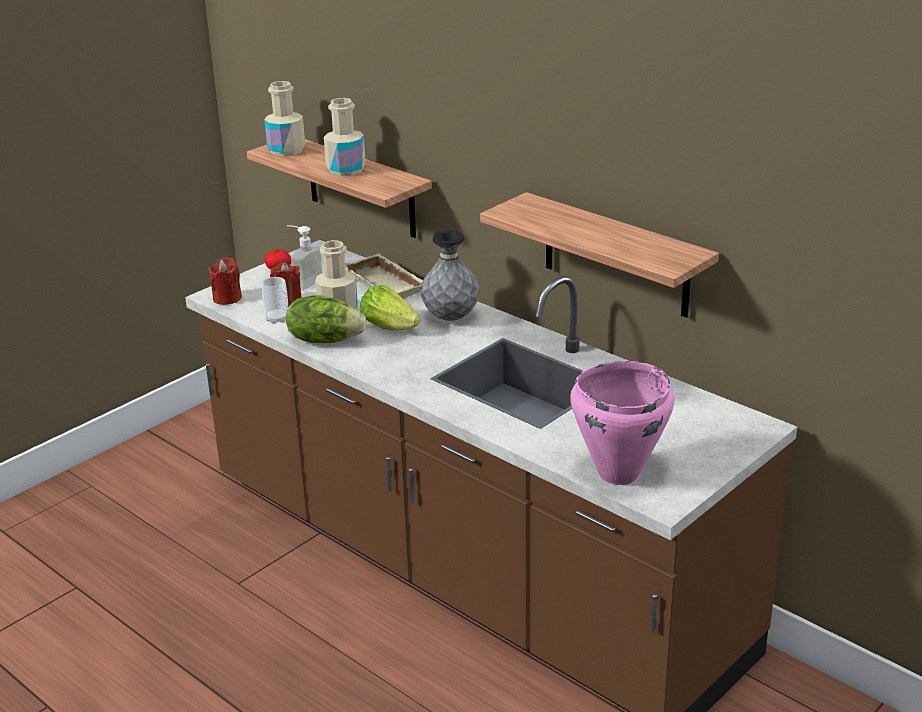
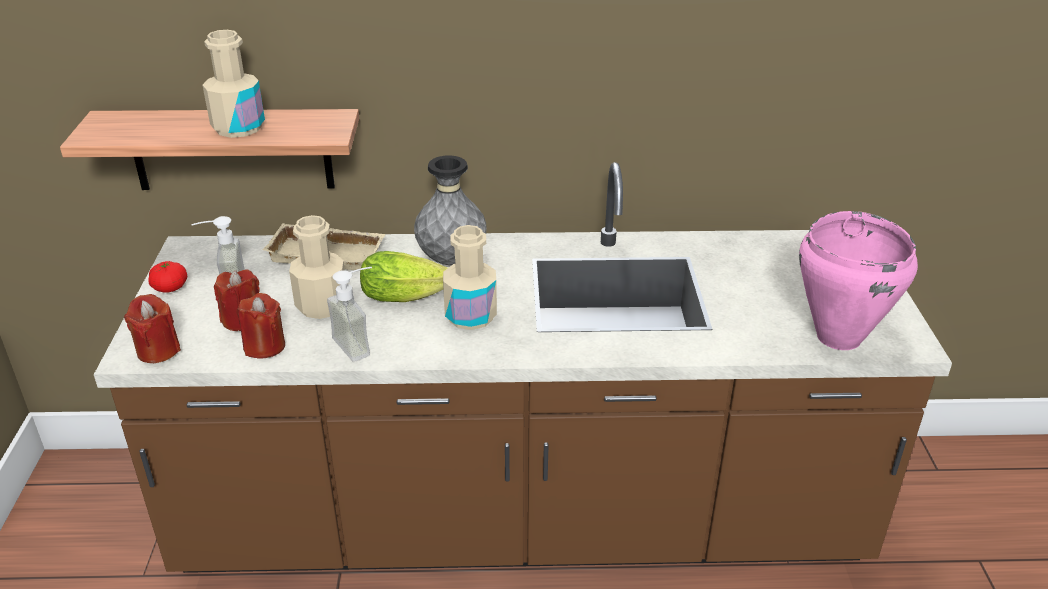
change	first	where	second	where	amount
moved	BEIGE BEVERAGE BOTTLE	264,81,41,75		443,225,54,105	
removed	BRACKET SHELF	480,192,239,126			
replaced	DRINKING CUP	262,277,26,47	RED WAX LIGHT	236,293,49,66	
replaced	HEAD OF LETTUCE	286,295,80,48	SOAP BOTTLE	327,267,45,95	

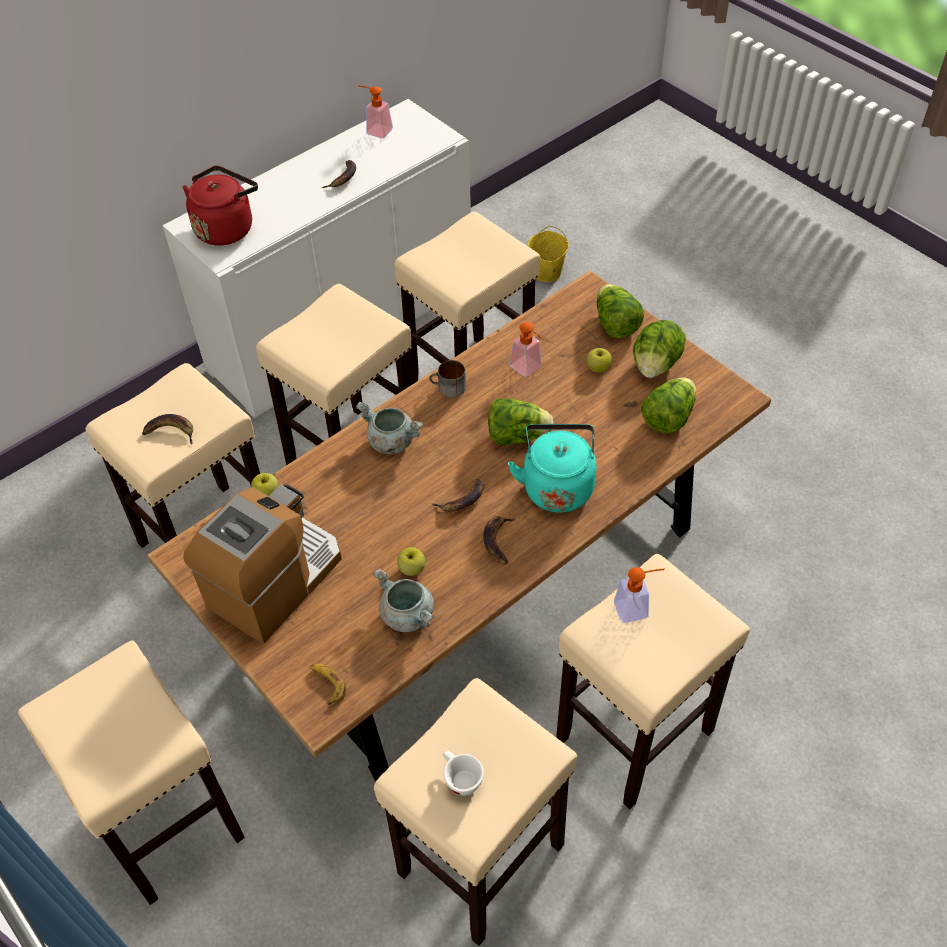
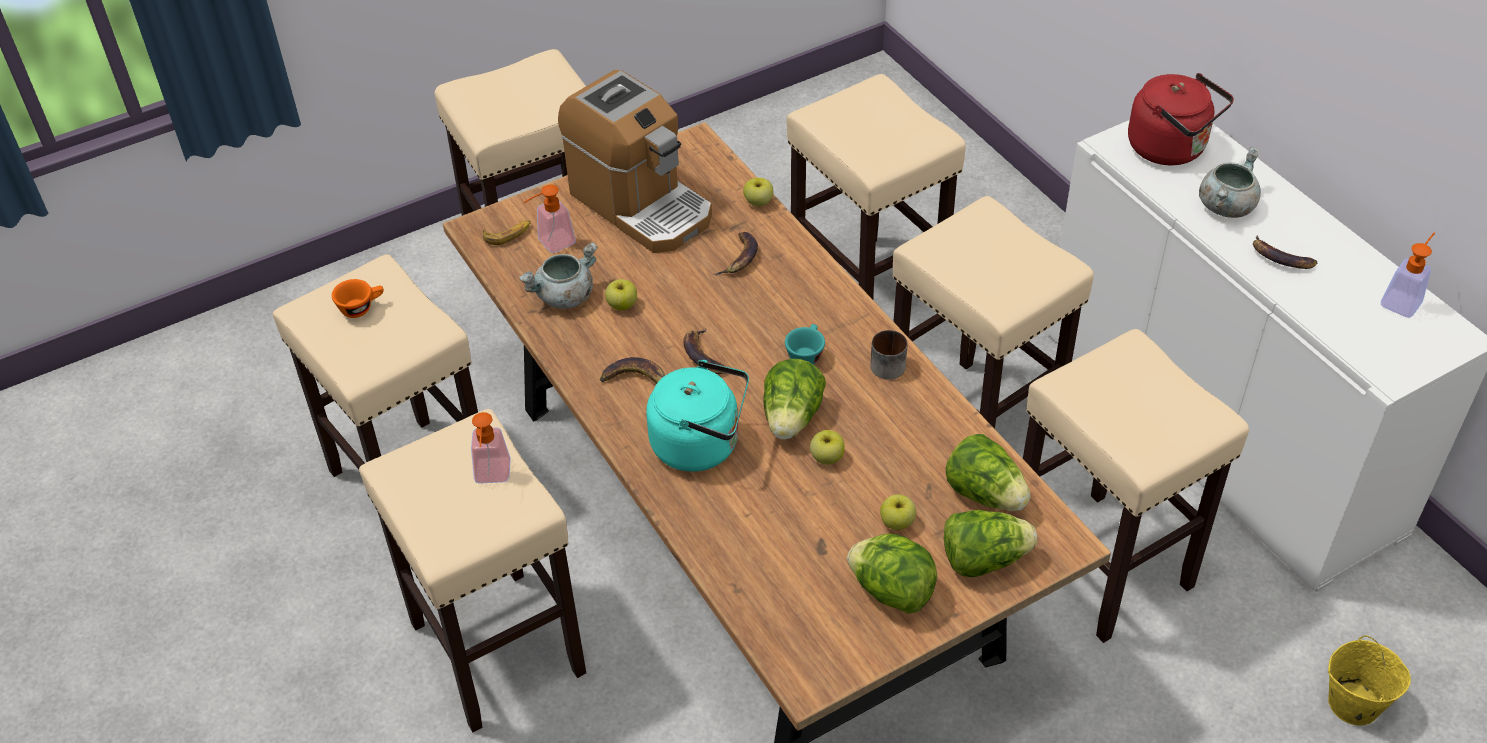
change	first	where	second	where	amount
moved	SOAP BOTTLE	510,322,34,55		524,185,52,68	
moved	HEAD OF LETTUCE	641,378,55,55		946,434,84,77	
moved	GREY SAUCEPOT	356,402,67,52		1199,146,62,72	
moved	BANANA	142,414,51,30		714,232,44,43	
recoloured	WHITE-COLOURED DRINKING CUP	443,751,41,45	ORANGE DRINKING CUP	332,279,52,39	
added			TURQUOISE-COLOURED DRINKING CUP	785,324,40,41	
added			APPLE FRUIT	810,430,35,35	

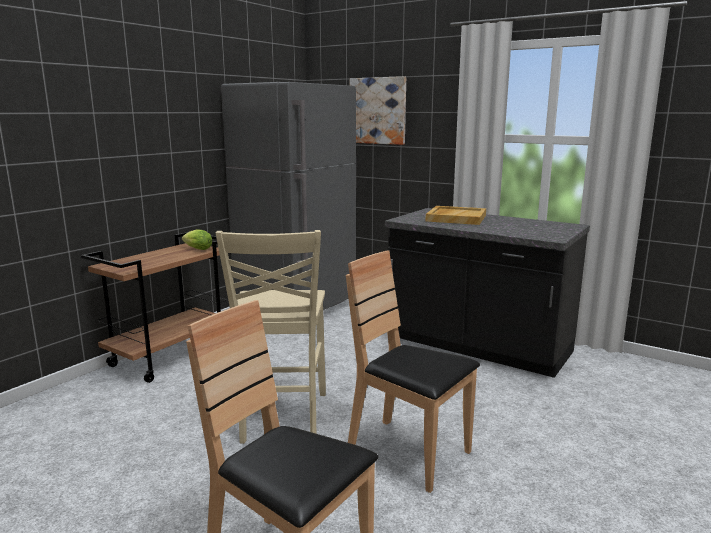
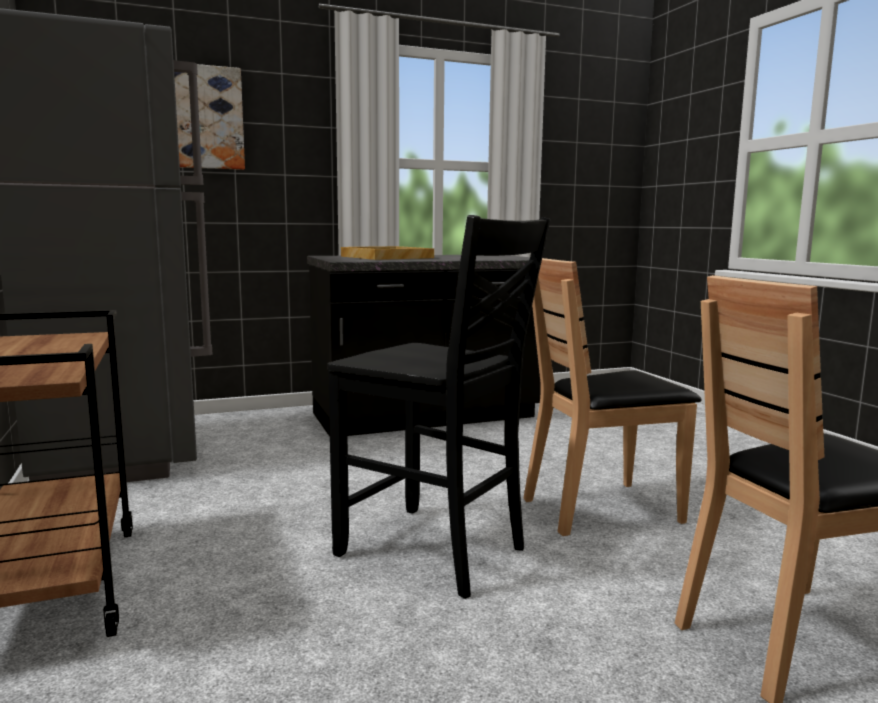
change	first	where	second	where	amount
removed	HEAD OF LETTUCE	182,229,30,21			
recoloured	BEIGE CHAIR	216,230,110,214	BLACKISH CHAIR	327,215,223,384	

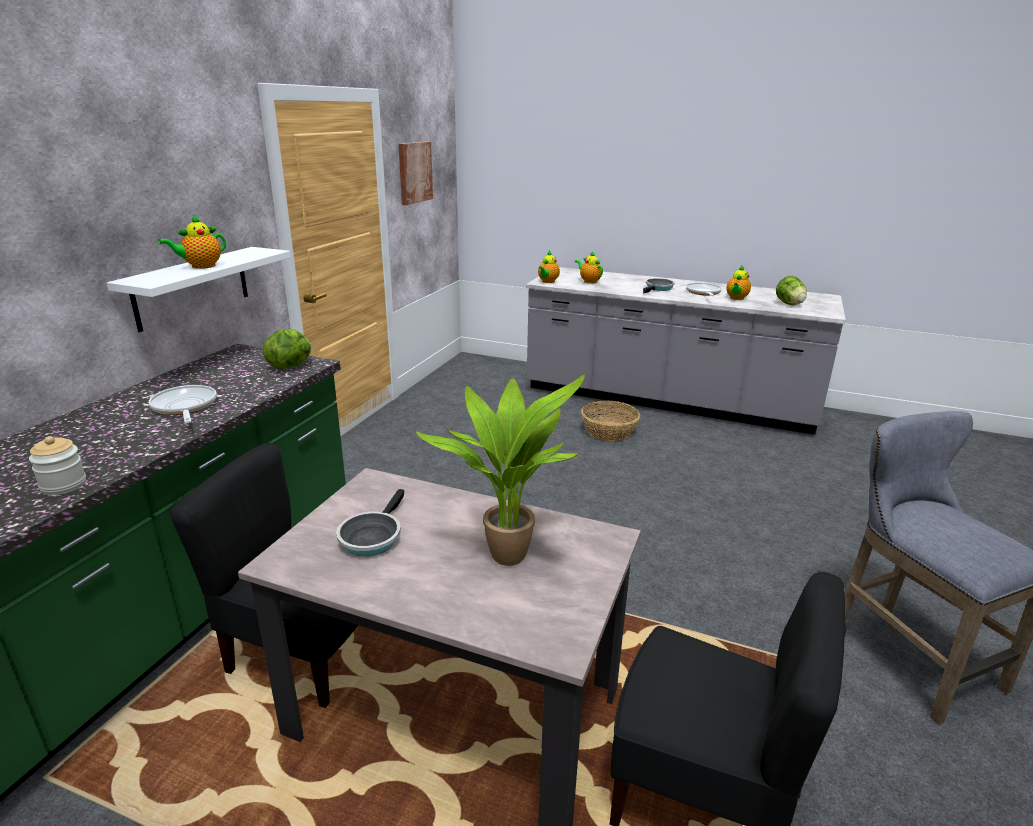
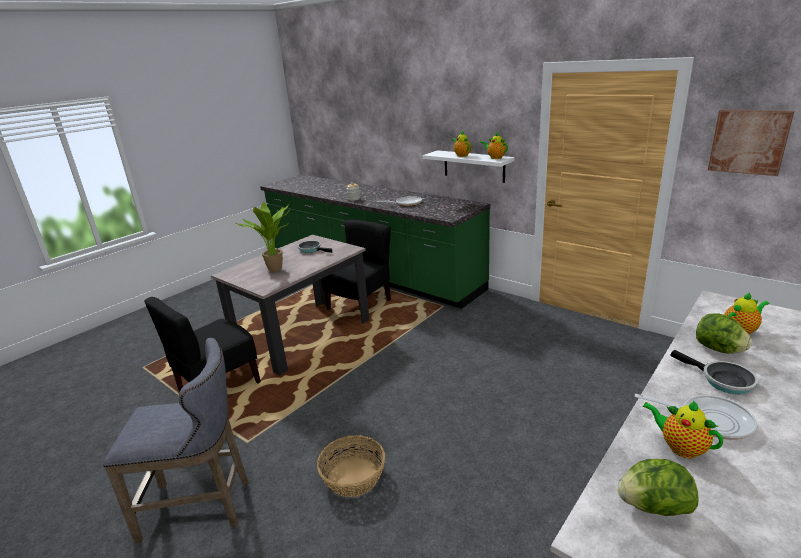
change	first	where	second	where	amount
moved	TEA POT	538,251,22,32		480,132,28,27	
moved	HEAD OF LETTUCE	263,329,48,40		696,314,56,40	
moved	BASKET	581,401,59,40		317,435,68,62	

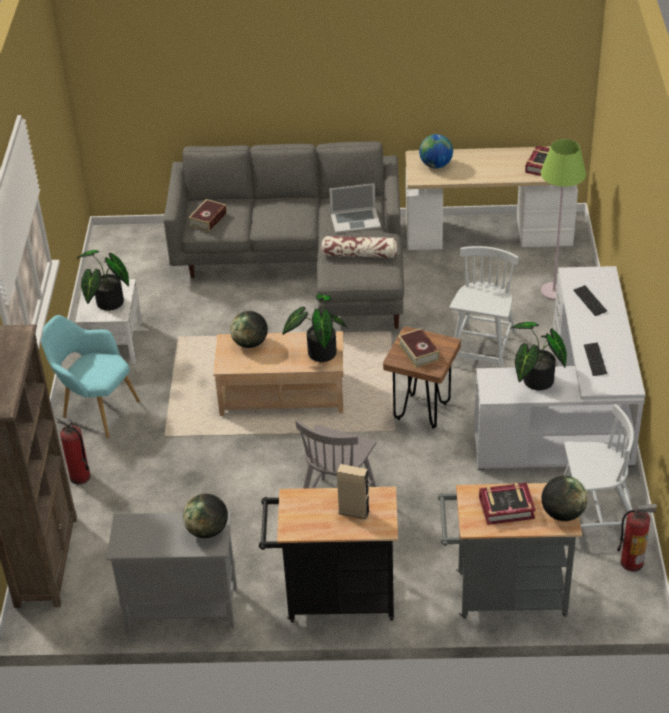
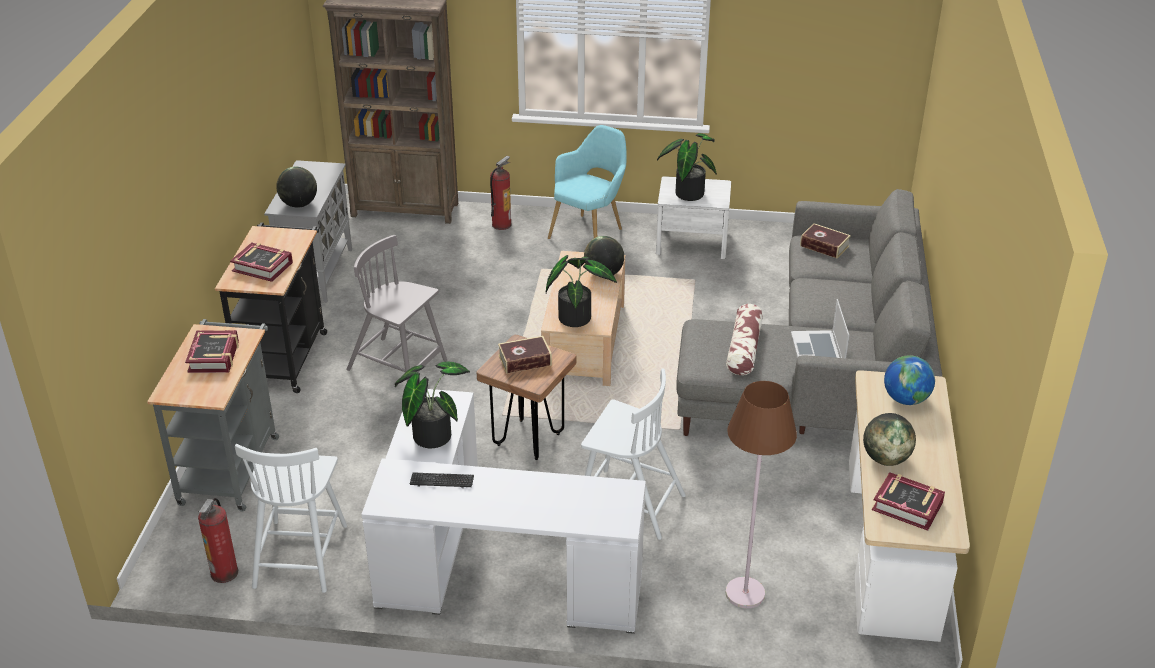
change	first	where	second	where	amount
recoloured	GREEN FLOOR LAMP	541,139,45,161	BROWNISH FLOOR LAMP	726,381,71,227	
removed	COMPUTER KEYBOARD	573,285,34,31			
replaced	BEIGE SPEAKER	337,464,32,55	BOUND BOOK	230,242,63,40	
moved	DESK GLOBE	541,476,47,45		863,413,53,53	

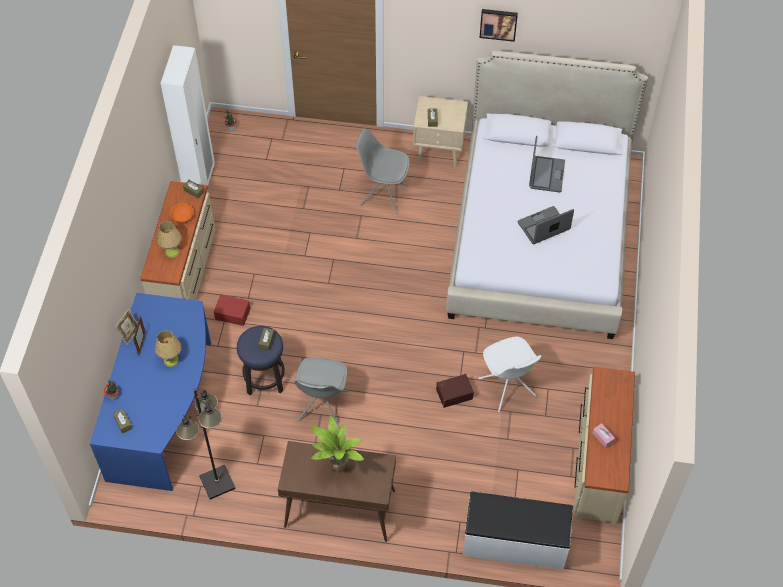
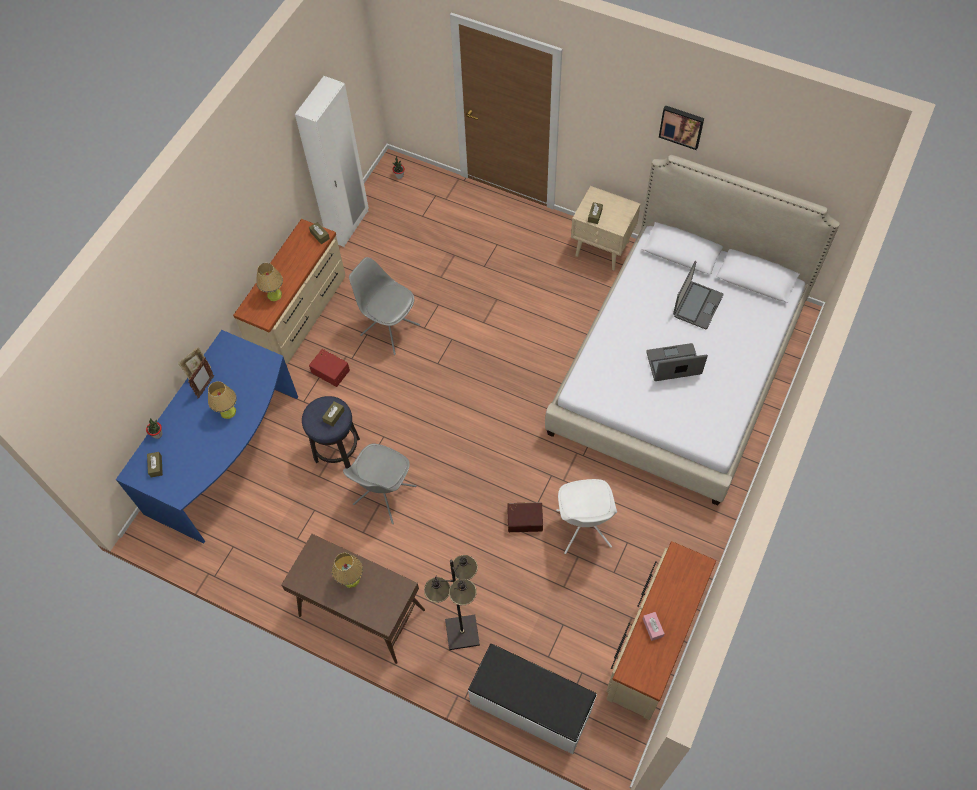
change	first	where	second	where	amount
moved	GREY CHAIR	356,129,54,85		349,257,71,98	
removed	ORANGE SERVING BOWL	170,203,24,21			
moved	BLACKISH FLOOR LAMP	176,389,60,111		424,555,56,95	
replaced	POTTED PLANT	311,416,53,55	TABLE LAMP	332,553,31,35	

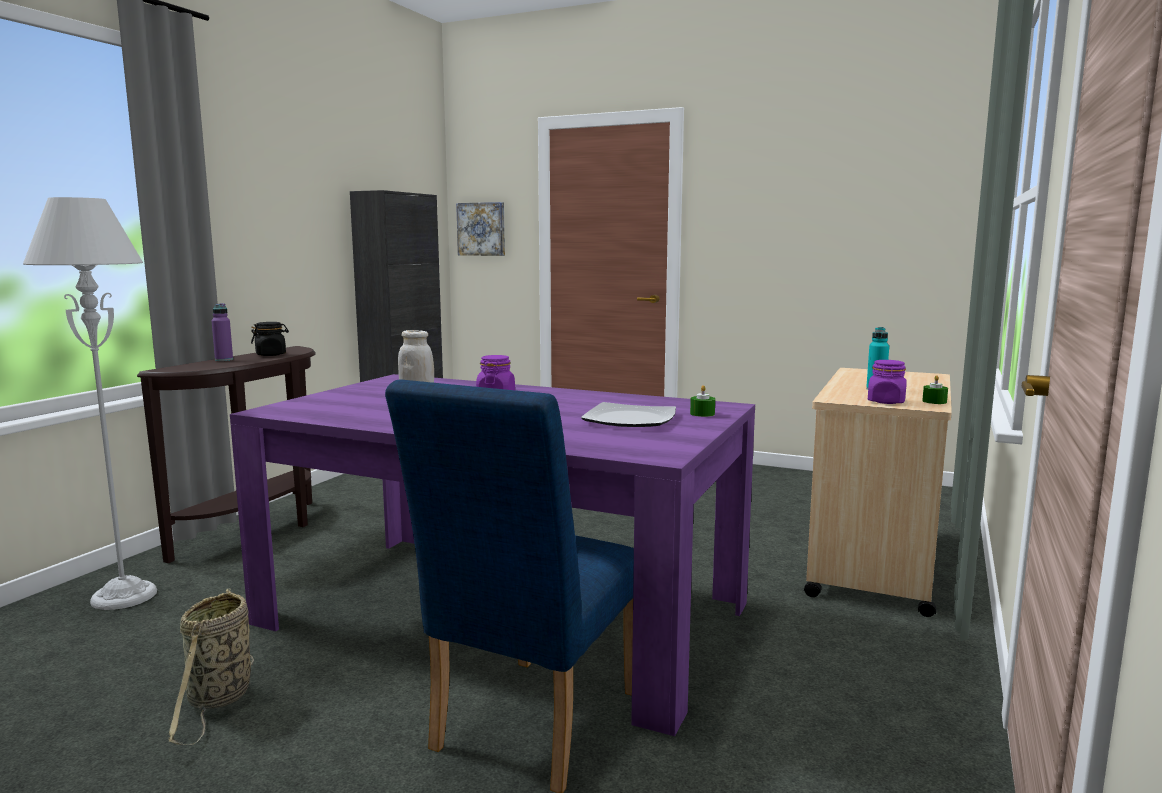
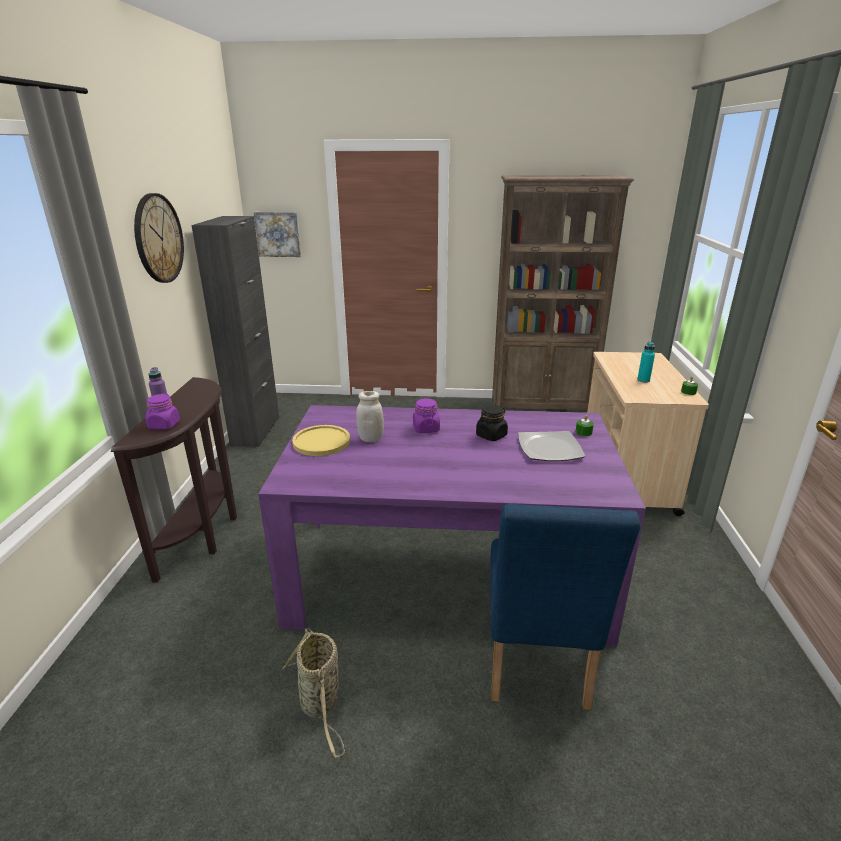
change	first	where	second	where	amount
removed	GREY FLOOR LAMP	23,197,134,413			
moved	BLACKISH STORAGE JAR	251,322,38,34		476,405,32,36	
moved	PURPLISH STORAGE JAR	868,360,39,44		145,394,35,35	
added			BROWNISH SHELVING UNIT	492,175,142,235	
added			CLOCK ON THE WALL	134,193,50,90	
added			YELLOWISH PLATE	292,425,58,31	

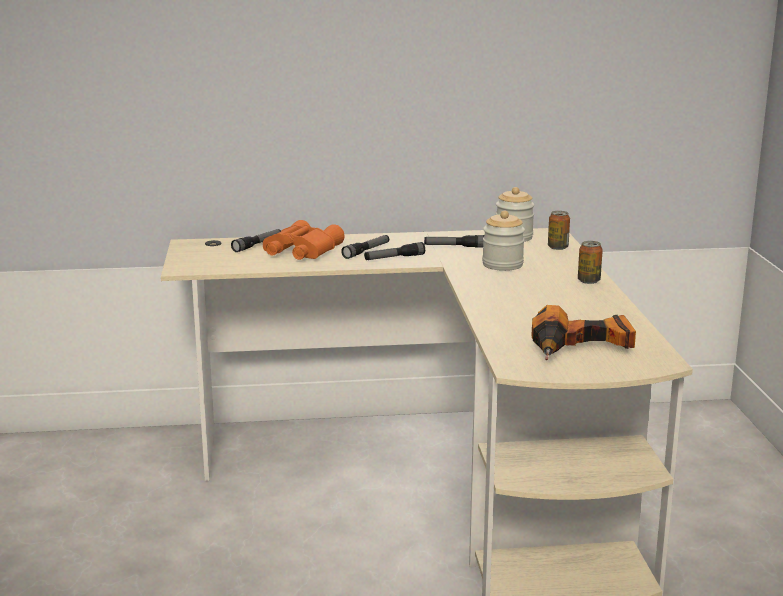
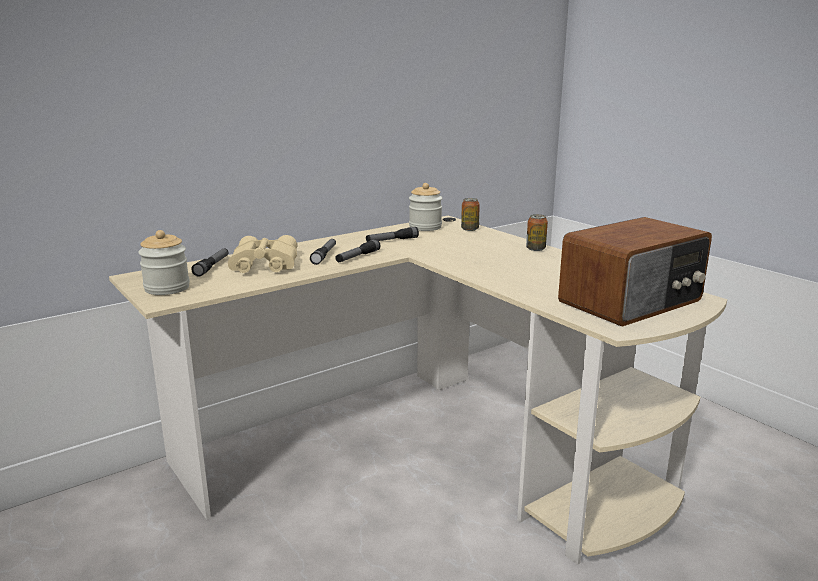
change	first	where	second	where	amount
moved	STORAGE JAR	482,210,43,61		138,230,52,65	
recoloured	ORANGE PAIR OF BINOCULARS	263,220,82,40	BEIGE PAIR OF BINOCULARS	228,235,69,38	
replaced	POWER DRILL	531,305,105,55	RADIO	558,217,154,109	

